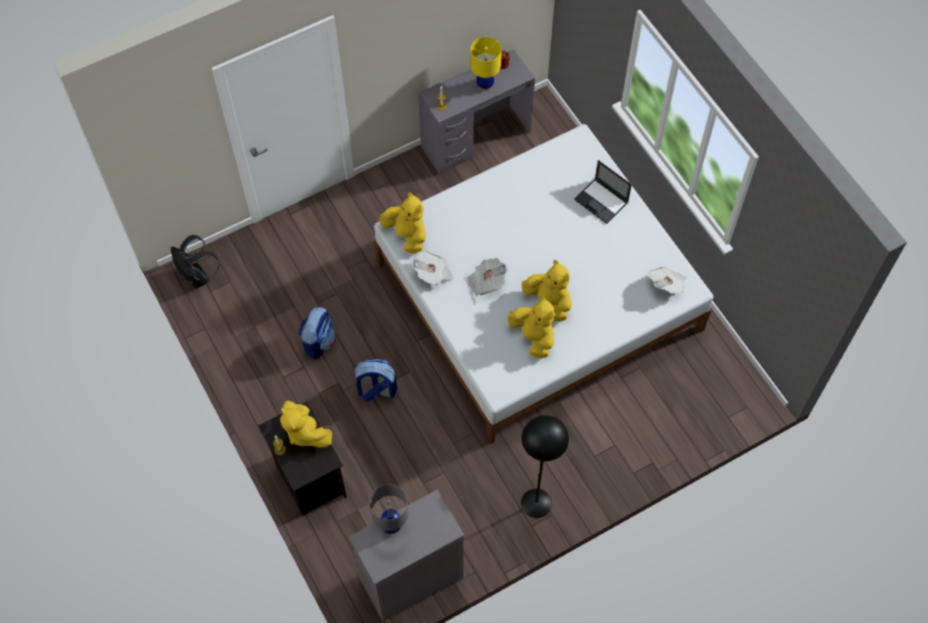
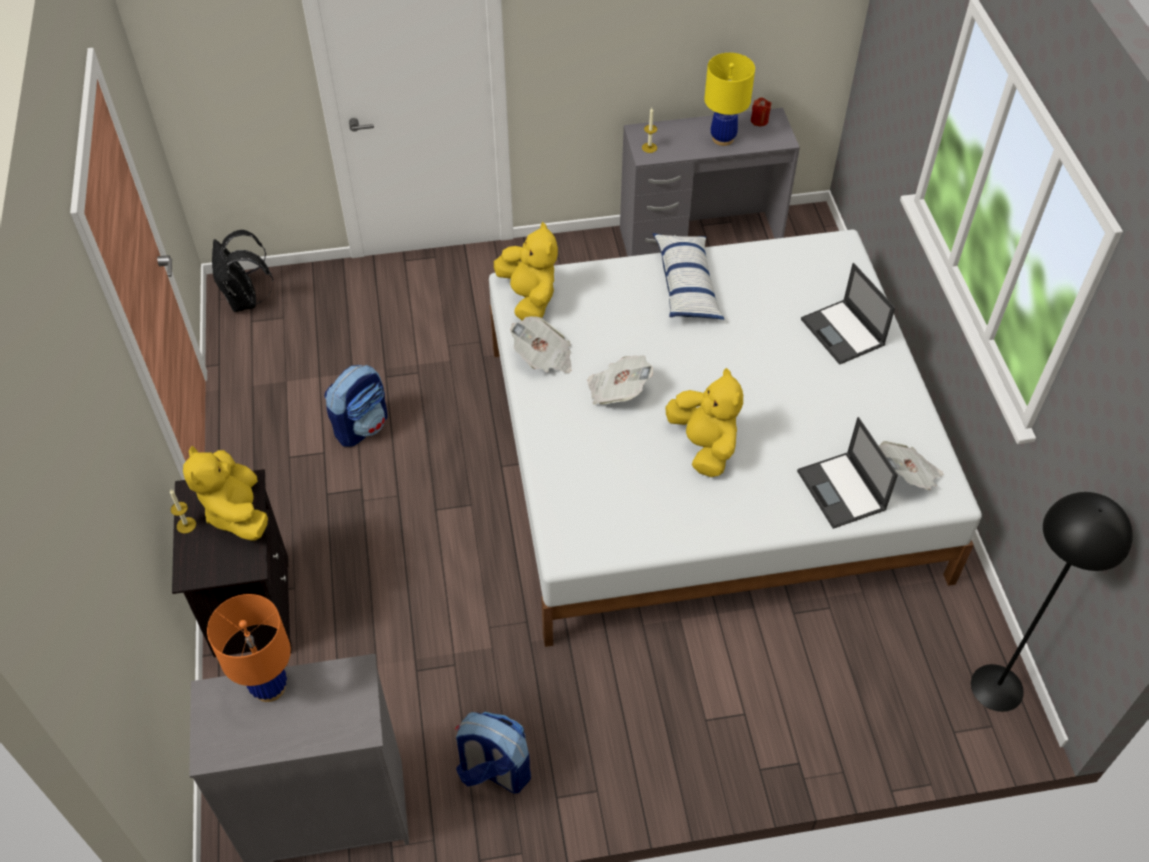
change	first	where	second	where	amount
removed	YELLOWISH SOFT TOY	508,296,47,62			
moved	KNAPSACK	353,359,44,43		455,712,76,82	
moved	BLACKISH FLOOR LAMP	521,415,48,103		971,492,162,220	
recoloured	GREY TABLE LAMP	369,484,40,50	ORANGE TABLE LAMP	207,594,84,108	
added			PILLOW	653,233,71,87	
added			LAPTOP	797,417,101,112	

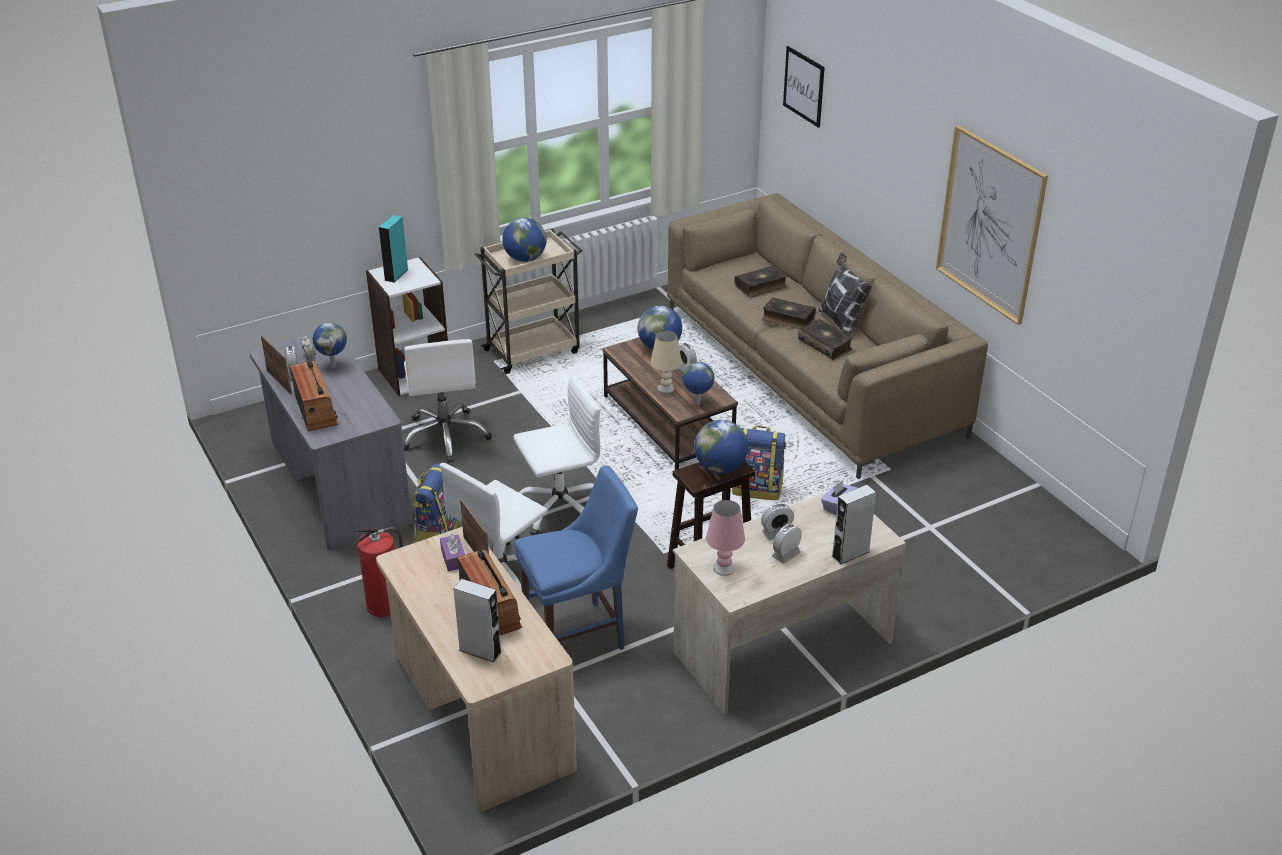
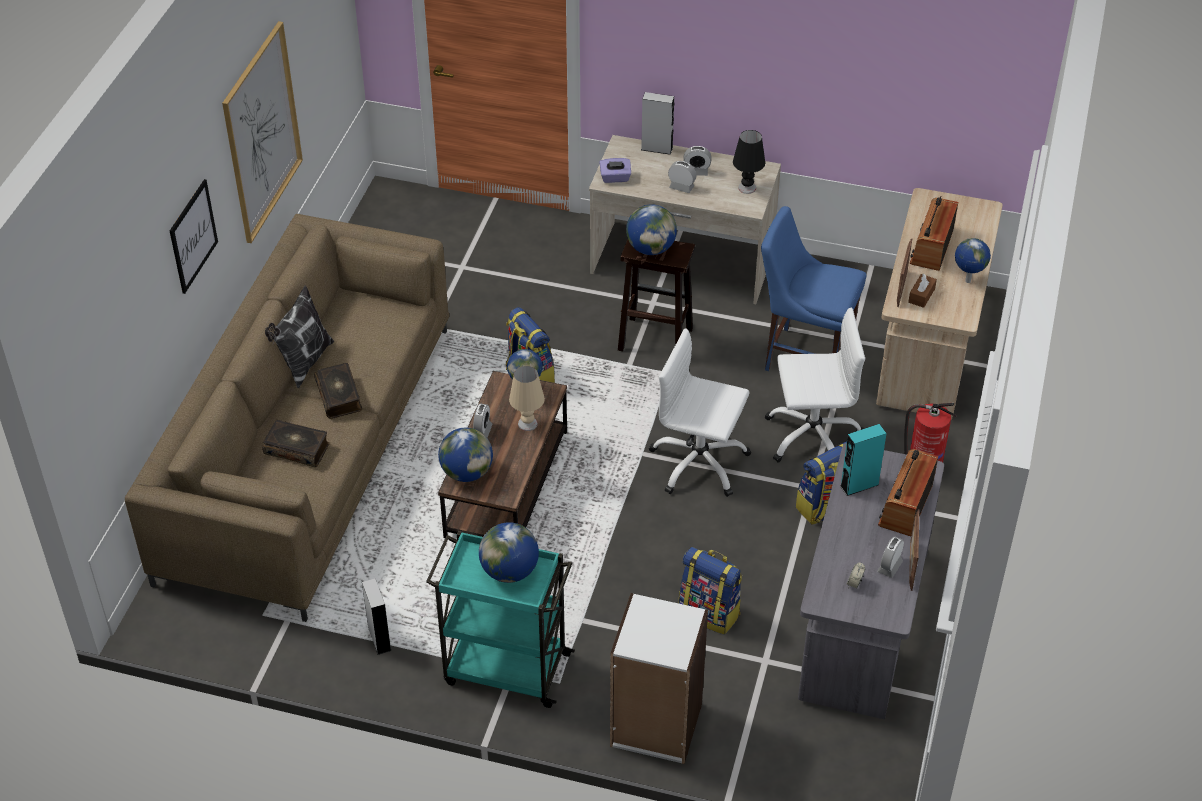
change	first	where	second	where	amount
moved	WALL ART	783,46,42,82		170,179,48,115	
moved	TURQUOISE-COLOURED SPEAKER	379,215,29,68		840,424,47,72	
recoloured	BEIGE TROLLEY	475,229,107,145	TURQUOISE-COLOURED TROLLEY	426,531,149,177	
removed	BOUND BOOK	798,319,55,41			
moved	DESK GLOBE	313,322,34,46		955,238,36,45	
replaced	WHITE-COLOURED COMPUTER CHAIR	403,339,89,124	KNAPSACK	679,547,63,87	
recoloured	PINKISH TABLE LAMP	706,500,39,76	BLACKISH TABLE LAMP	733,130,32,64	
recoloured	PURPLISH TISSUE BOX	440,533,25,38	BROWNISH TISSUE BOX	908,274,29,34	
moved	GREY SPEAKER	453,579,49,83		362,579,29,76	

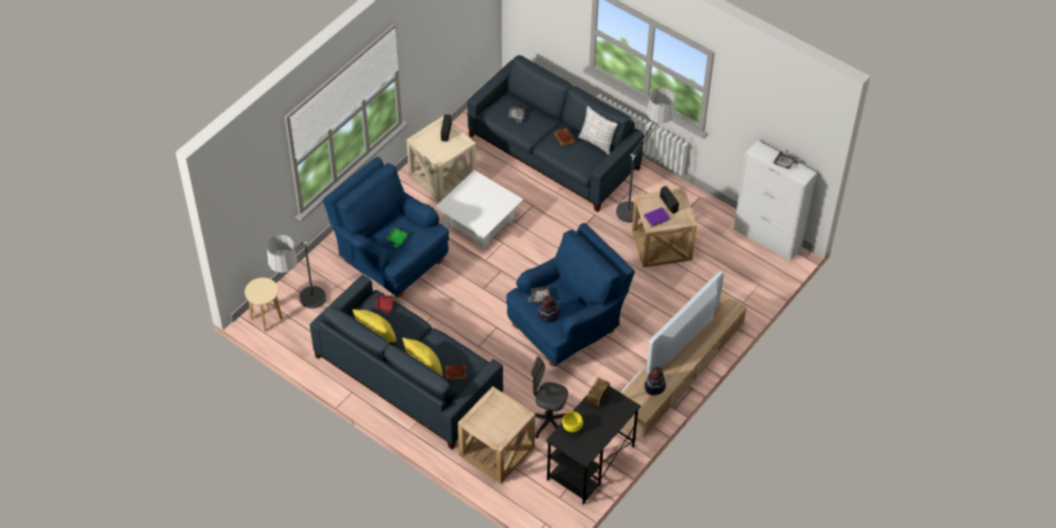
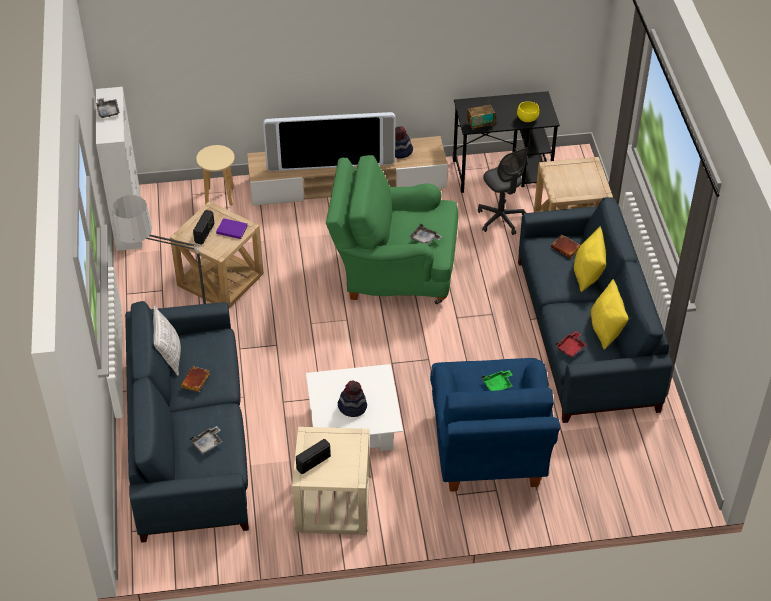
change	first	where	second	where	amount
recoloured	BLUE EASY CHAIR	506,223,129,143	GREEN EASY CHAIR	326,155,132,149	
removed	FLOOR LAMP	267,235,61,78			
moved	BEIGE STOOL SEAT	245,278,38,54		196,145,39,61	
moved	CLOTHING HAT	538,296,22,27		338,381,29,36	

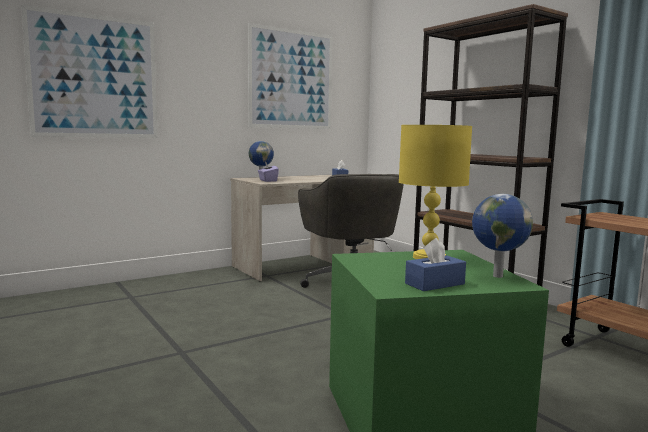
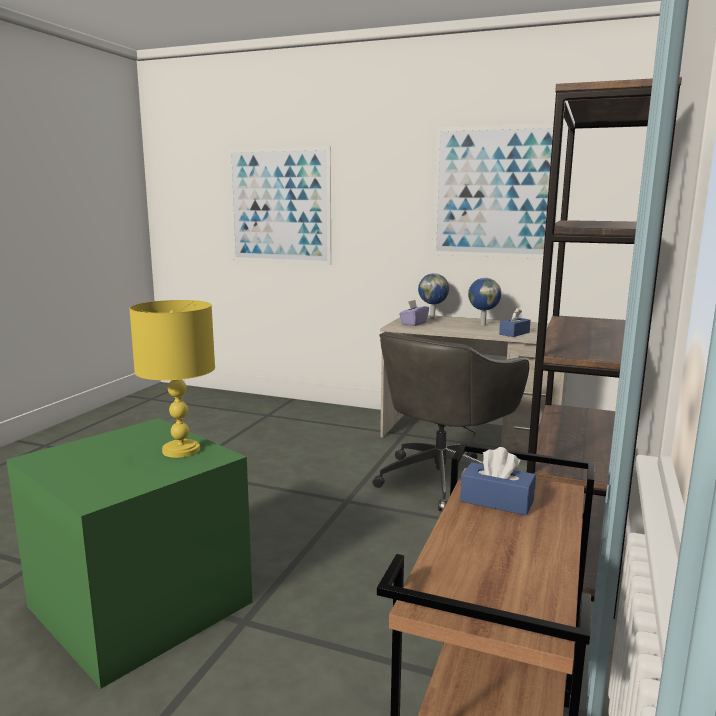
change	first	where	second	where	amount
moved	DESK GLOBE	472,194,61,84		468,278,33,48	
moved	BLUE TISSUE BOX	405,238,61,53		460,447,76,68	

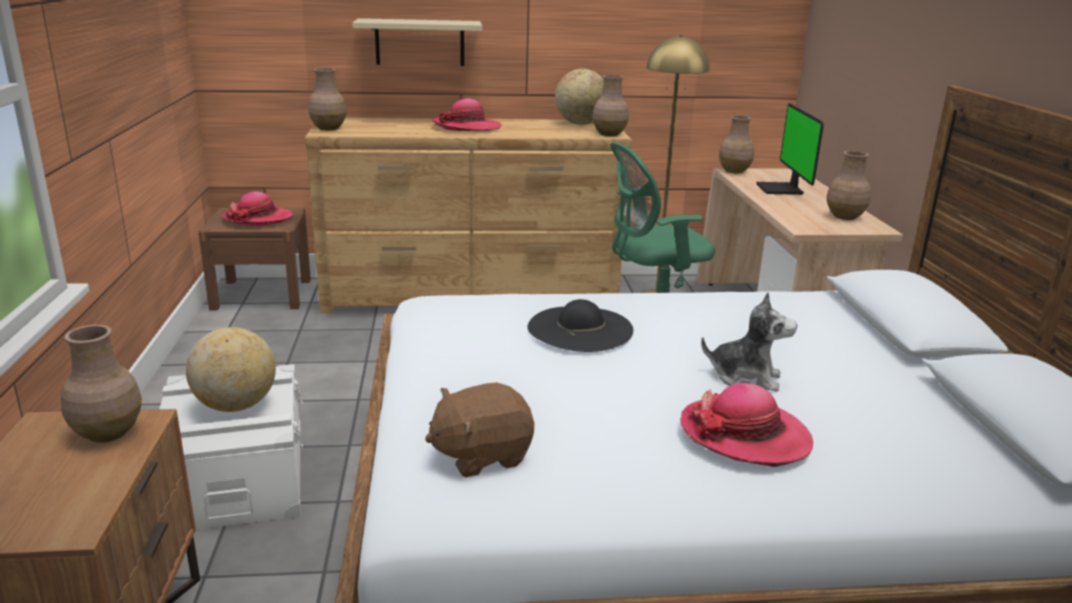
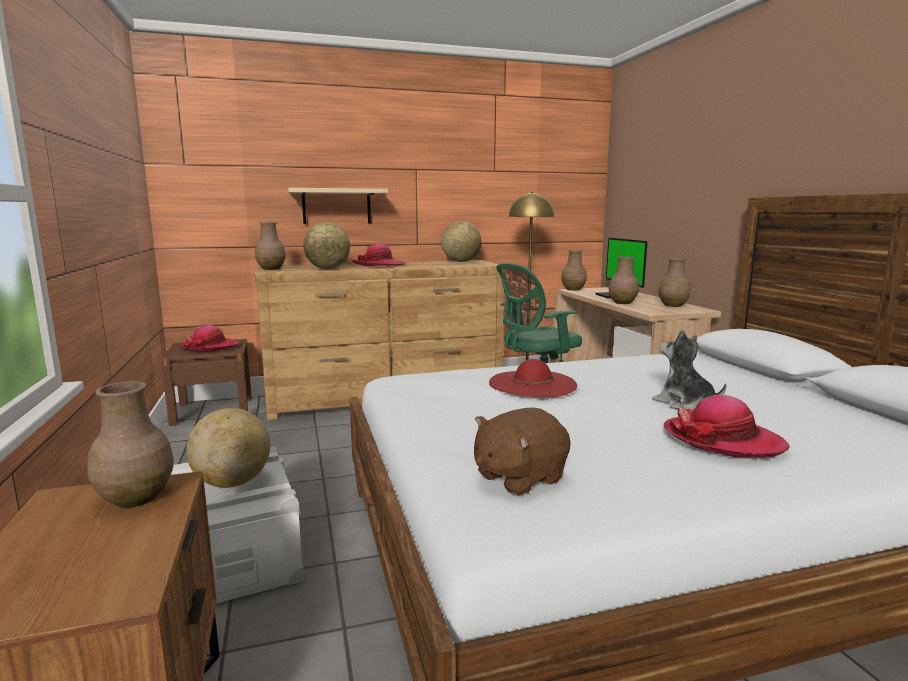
change	first	where	second	where	amount
moved	BROWNISH FLOWER VASE	592,75,37,61		609,257,30,47	
turned	SOFT TOY	701,292,96,100		652,329,75,82	135 degrees counterclockwise
recoloured	BLACKISH CLOTHING HAT	528,299,105,53	RED CLOTHING HAT	489,359,88,39	
added			DESK GLOBE	303,222,47,47	

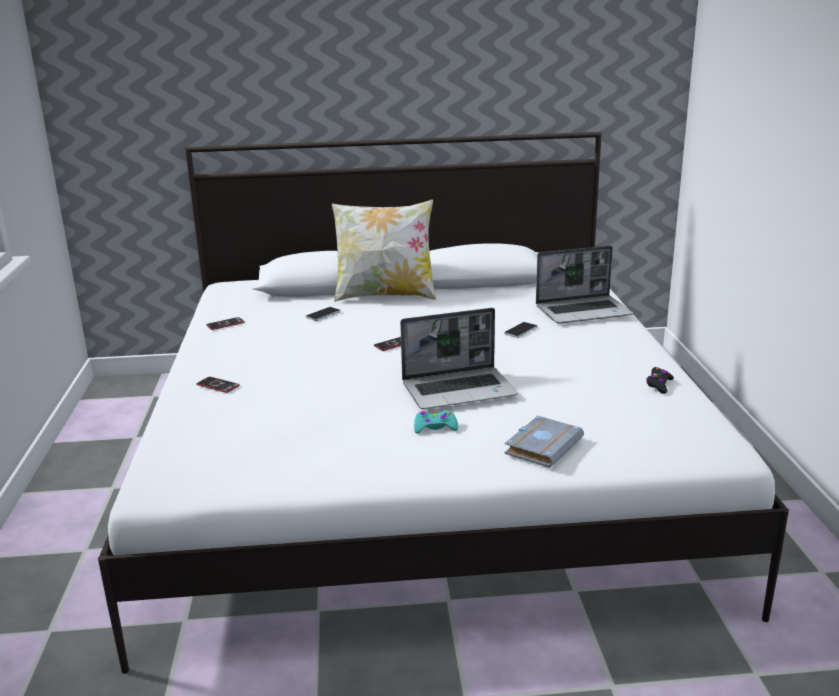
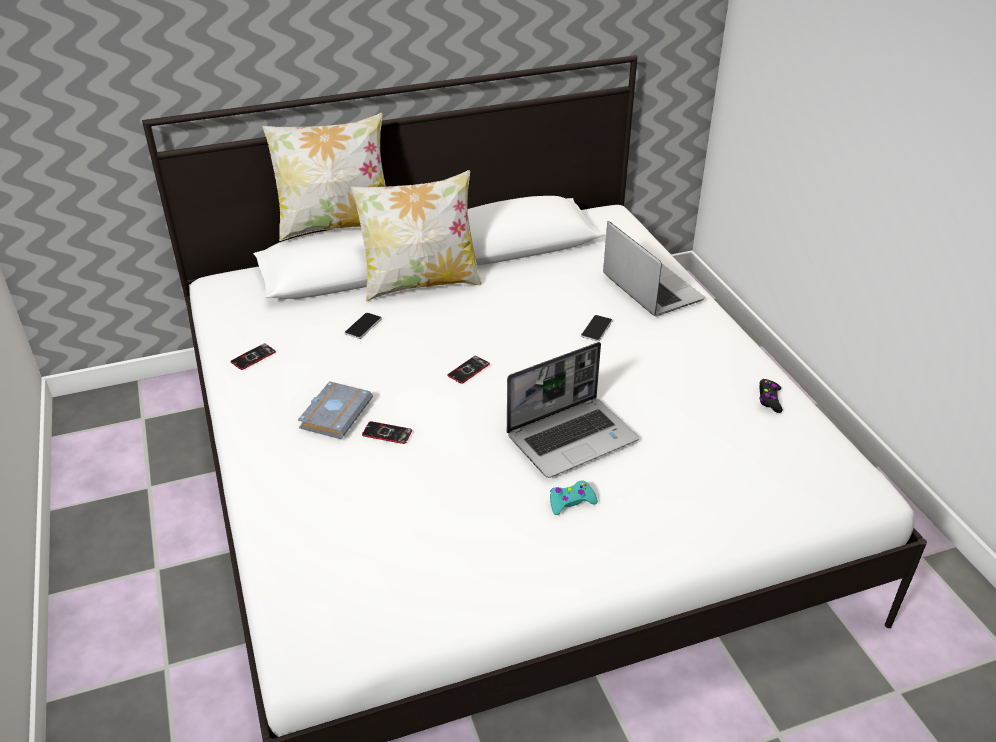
change	first	where	second	where	amount
turned	LAPTOP	536,246,97,78		603,221,102,95	90 degrees counterclockwise
moved	HANDSET	196,377,44,16		362,421,50,23	
moved	GREY BOUND BOOK	505,416,79,52		298,381,75,58	
added			PILLOW	262,113,124,128	

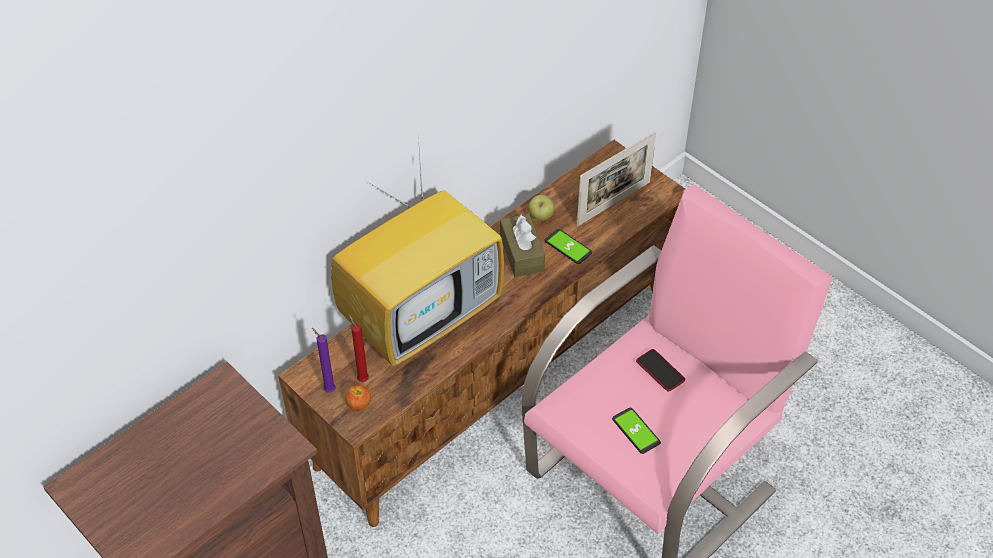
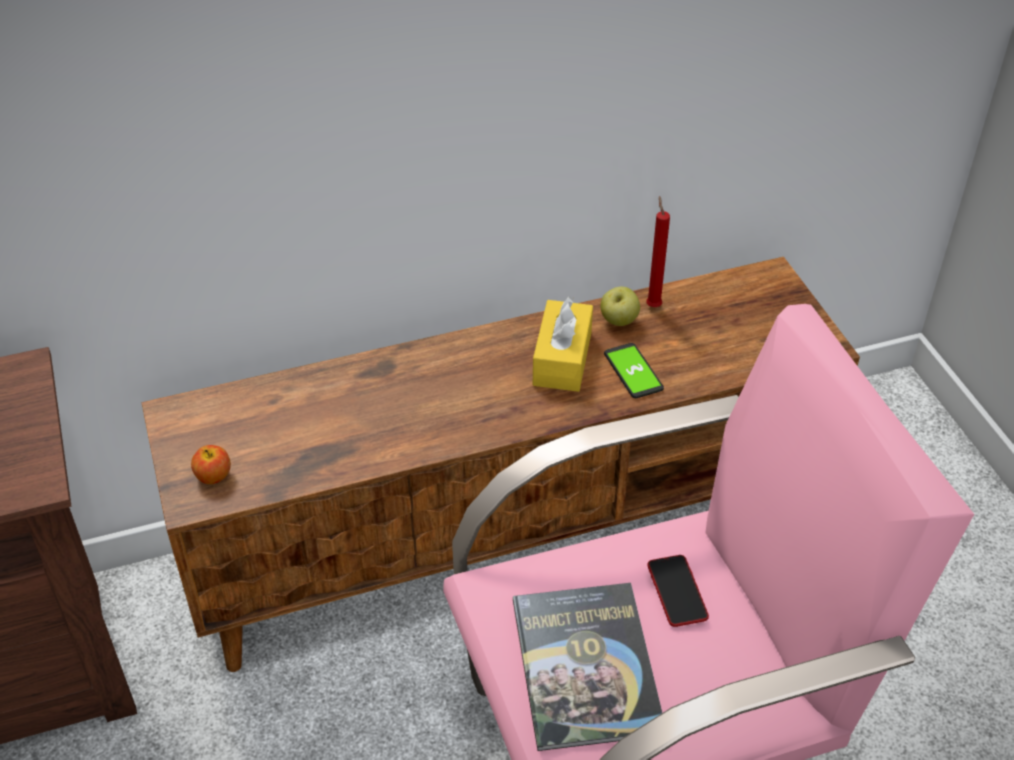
change	first	where	second	where	amount
removed	PHOTO FRAME	577,131,79,95			
removed	TELEVISION	331,135,173,231			
recoloured	BROWNISH TISSUE BOX	500,214,45,63	YELLOWISH TISSUE BOX	533,297,60,95	
moved	RED WAX LIGHT	349,315,20,67		646,196,24,111	
removed	PURPLISH WAX LIGHT	312,328,24,65			
replaced	HANDSET	612,408,49,46	BOUND BOOK	513,583,149,168	

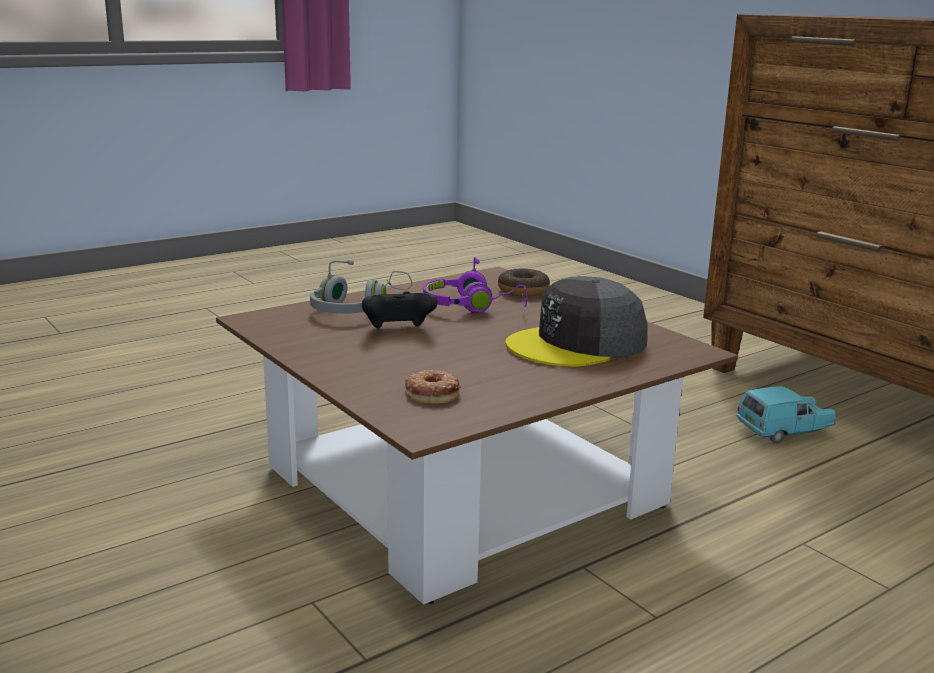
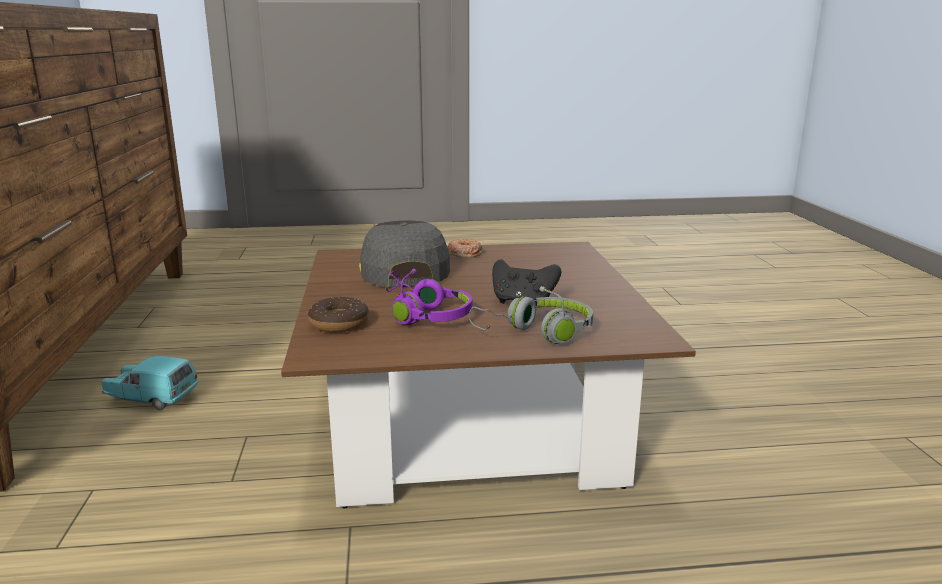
change	first	where	second	where	amount
turned	GREY PEAKED CAP	506,276,142,91		359,220,91,67	105 degrees counterclockwise
moved	DOUGHNUT	405,370,56,34		447,238,35,20	

